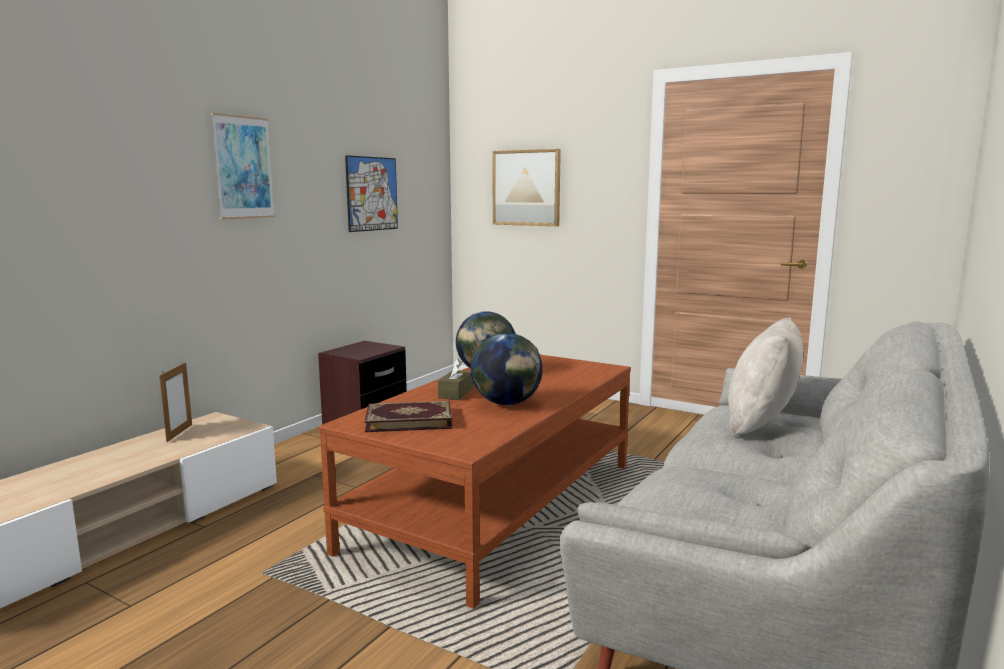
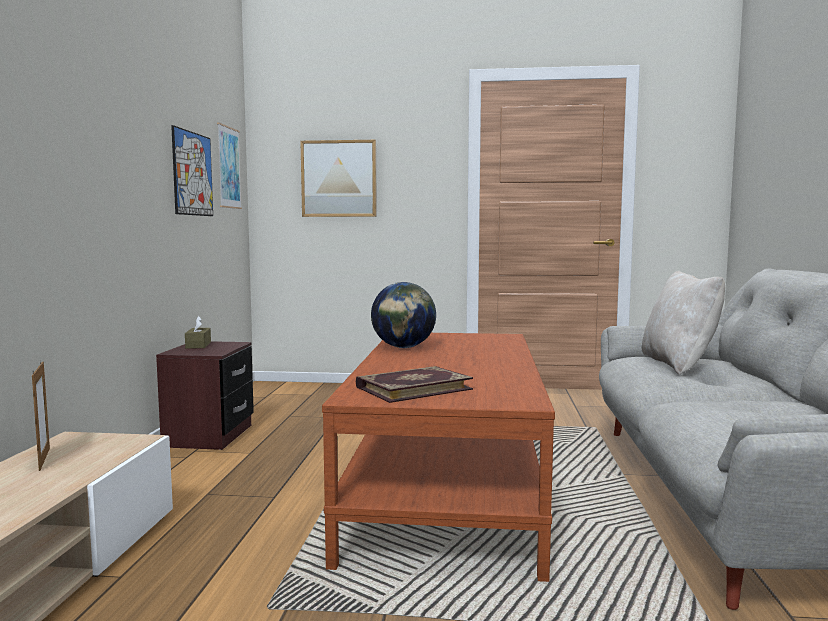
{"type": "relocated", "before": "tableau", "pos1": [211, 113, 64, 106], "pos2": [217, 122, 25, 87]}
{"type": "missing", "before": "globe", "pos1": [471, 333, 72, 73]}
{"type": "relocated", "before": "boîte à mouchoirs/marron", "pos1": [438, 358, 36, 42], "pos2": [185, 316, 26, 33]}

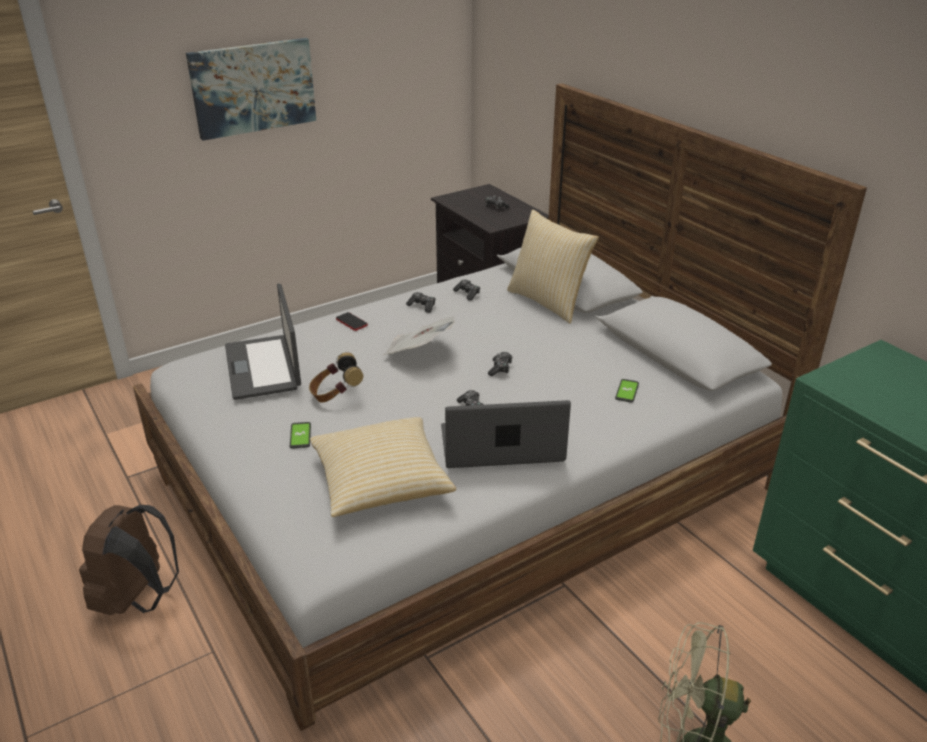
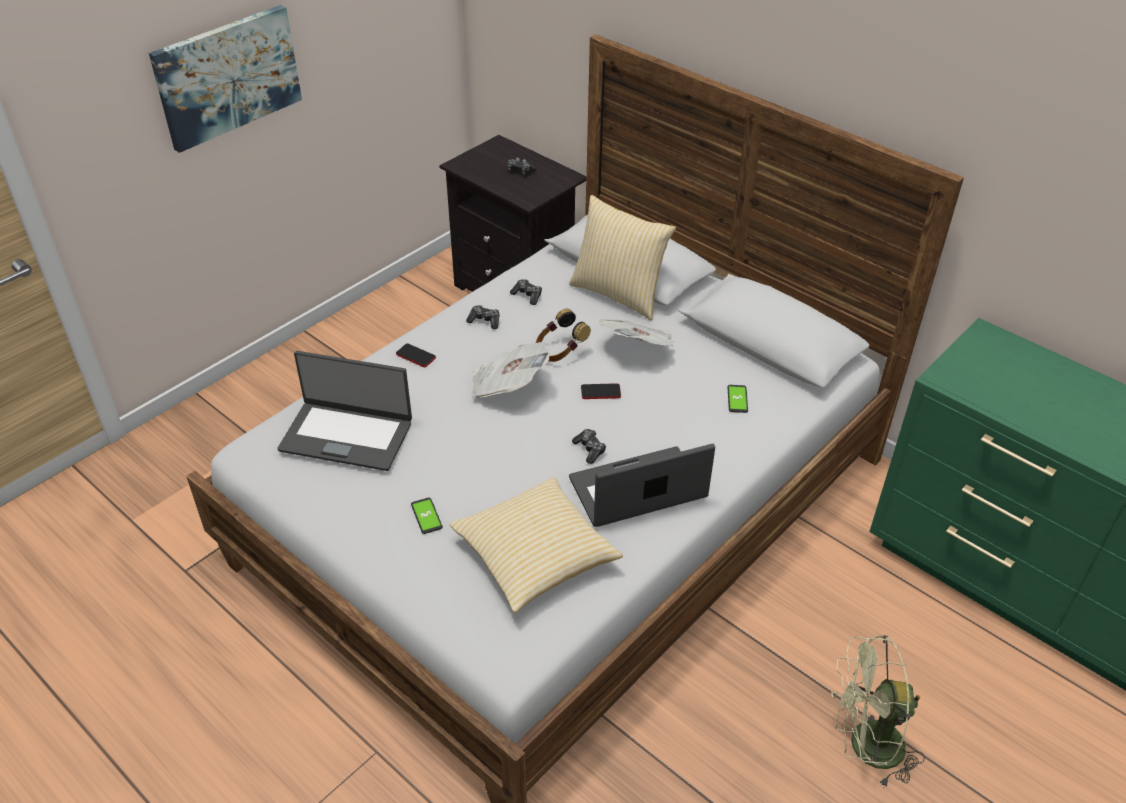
{"type": "spun", "before": "ordinateur portable", "pos1": [225, 284, 76, 116], "pos2": [277, 351, 135, 120], "turn": -45}
{"type": "relocated", "before": "casque audio", "pos1": [309, 352, 54, 51], "pos2": [536, 308, 55, 54]}
{"type": "exchanged", "before": "manette", "after": "téléphone", "pos1": [488, 352, 25, 24], "pos2": [581, 383, 40, 16]}
{"type": "missing", "before": "sac à dos/marron", "pos1": [79, 505, 100, 110]}
{"type": "appeared", "after": "journal", "pos2": [599, 319, 76, 28]}

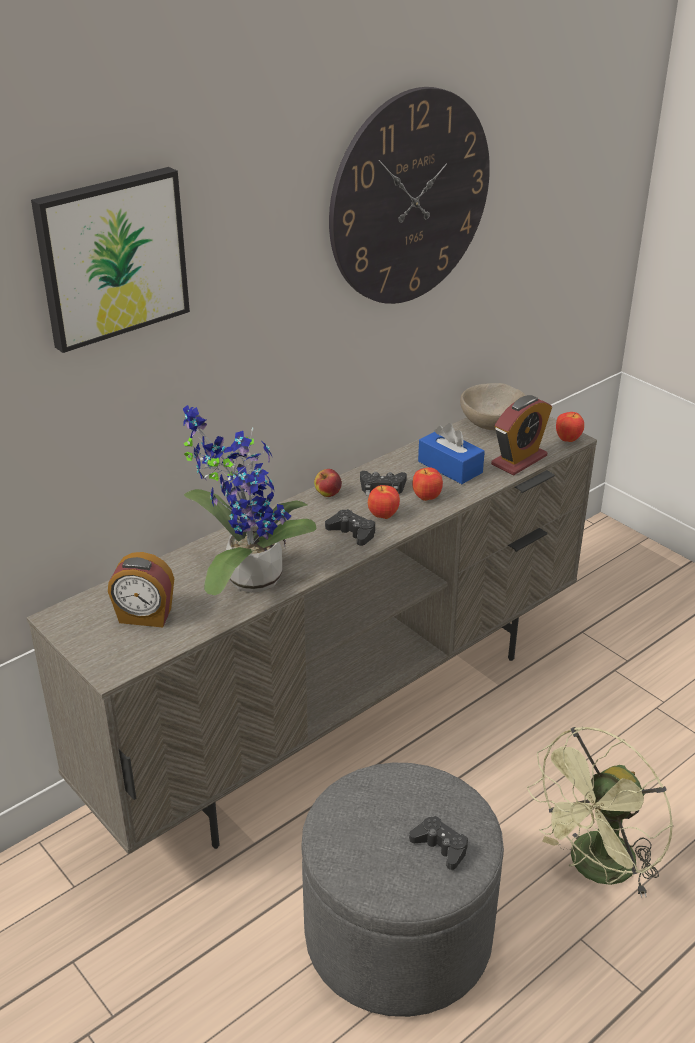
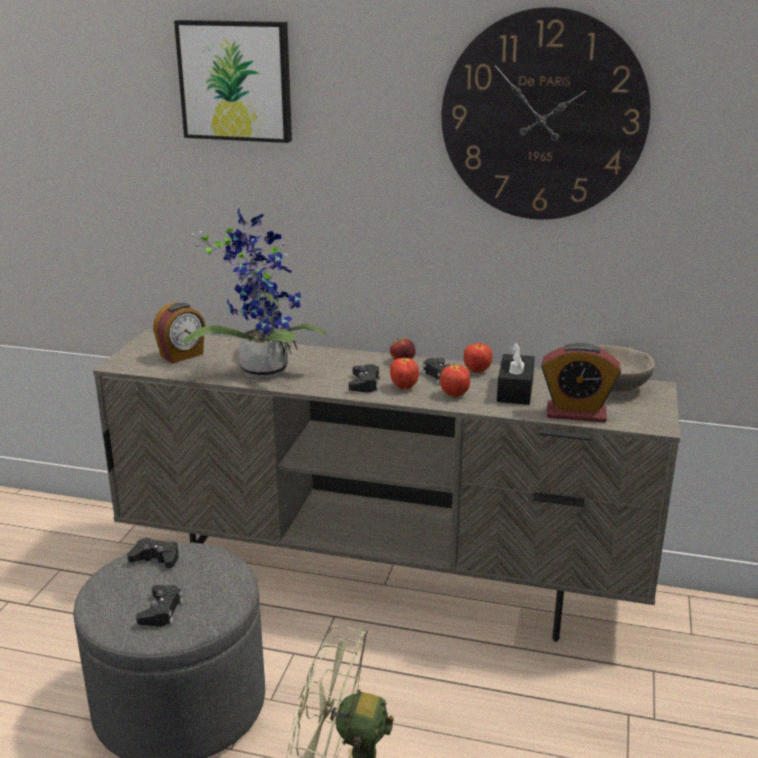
{"type": "relocated", "before": "pomme", "pos1": [556, 412, 28, 30], "pos2": [464, 343, 29, 30]}
{"type": "colour", "before": "boîte à mouchoirs/bleu", "after": "boîte à mouchoirs/noir", "pos1": [418, 423, 67, 61], "pos2": [497, 342, 38, 63]}
{"type": "spun", "before": "réveil", "pos1": [108, 552, 66, 75], "pos2": [153, 302, 52, 62], "turn": -105}
{"type": "appeared", "after": "manette/noir", "pos2": [127, 538, 51, 30]}

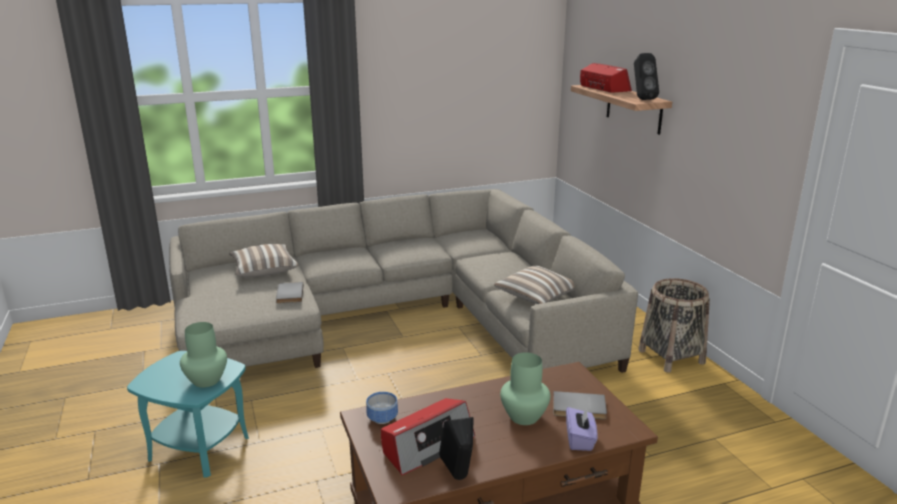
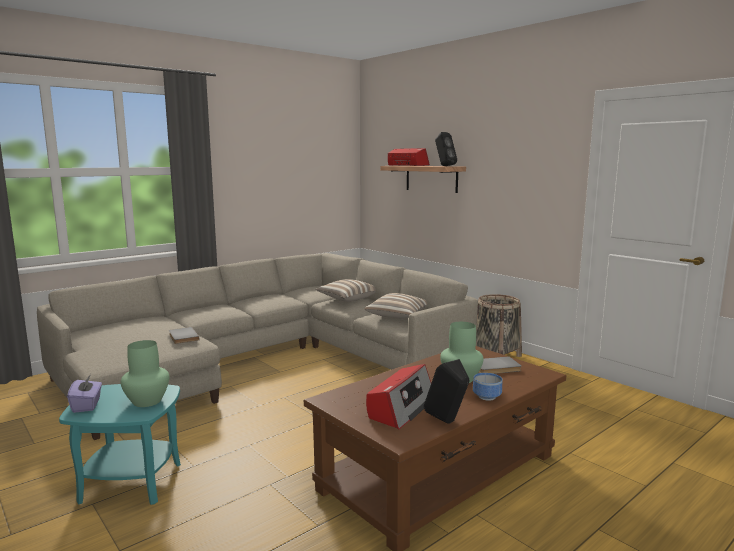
{"type": "relocated", "before": "coussin", "pos1": [229, 244, 69, 33], "pos2": [315, 279, 61, 23]}
{"type": "relocated", "before": "bol", "pos1": [366, 392, 32, 32], "pos2": [473, 373, 29, 28]}
{"type": "relocated", "before": "boîte à mouchoirs/violet", "pos1": [566, 407, 32, 44], "pos2": [67, 374, 35, 39]}

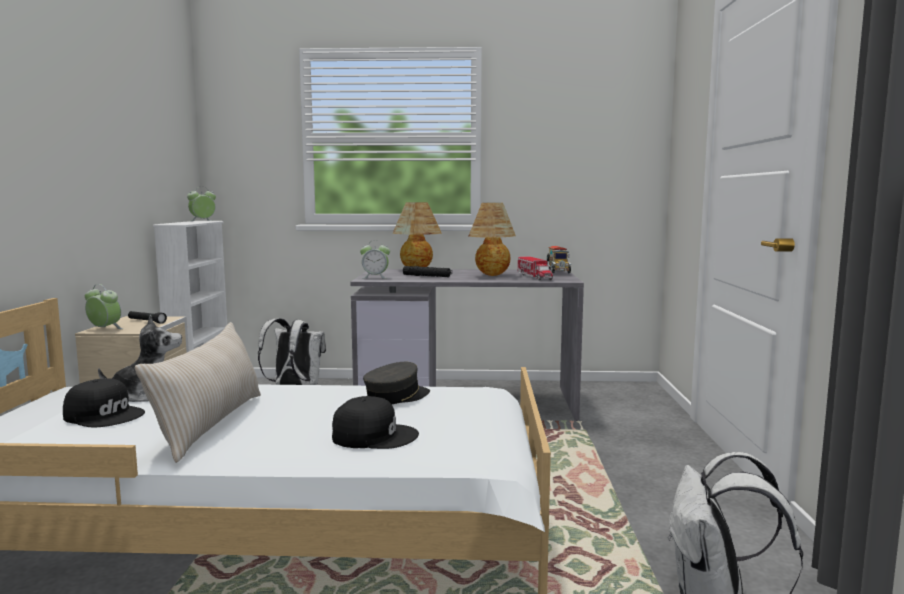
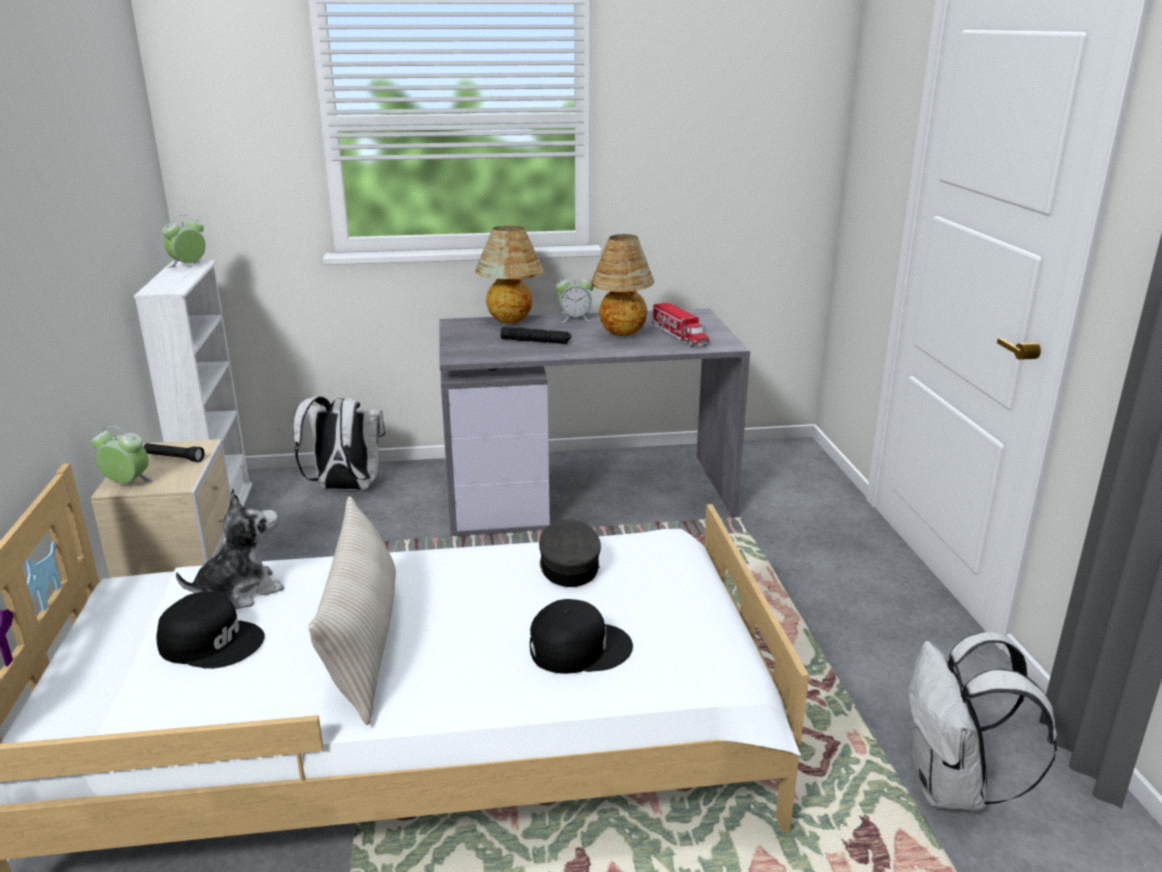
{"type": "relocated", "before": "réveil", "pos1": [360, 240, 30, 38], "pos2": [556, 273, 38, 50]}
{"type": "missing", "before": "camion jouet", "pos1": [547, 246, 25, 27]}
{"type": "spun", "before": "casquette/gris", "pos1": [363, 362, 67, 42], "pos2": [539, 519, 62, 68], "turn": -45}

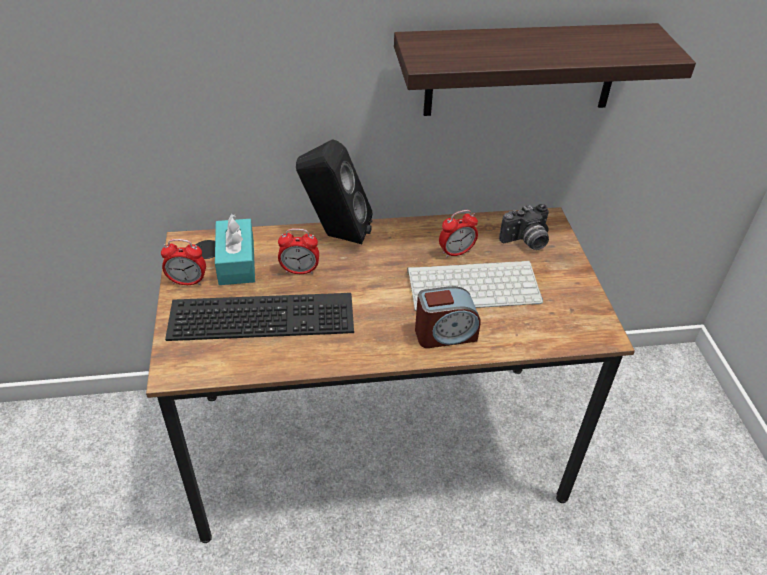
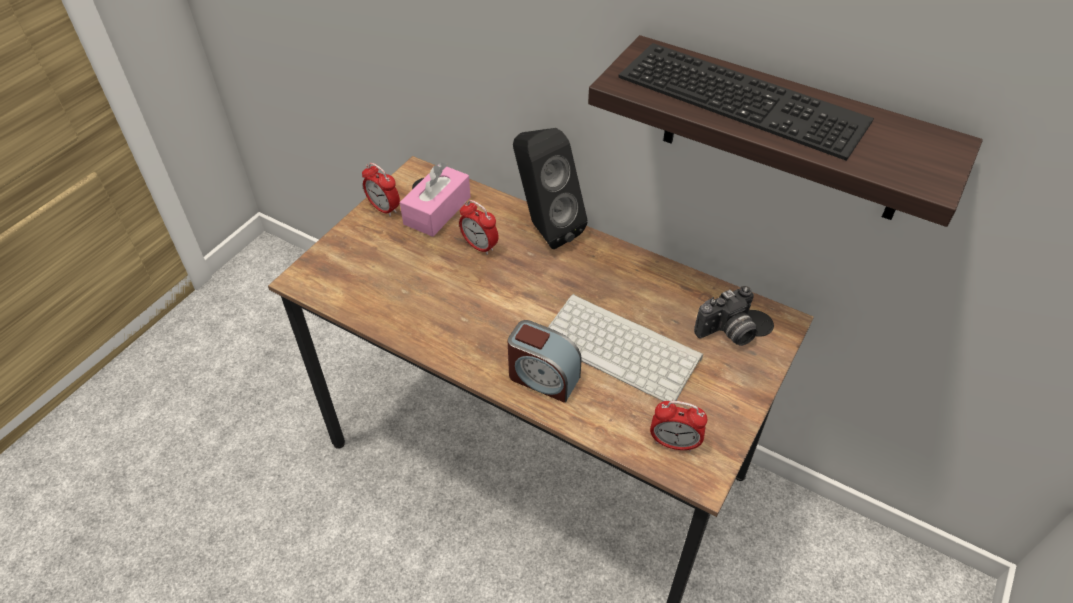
{"type": "spun", "before": "appareil photo", "pos1": [499, 204, 50, 46], "pos2": [694, 286, 64, 60], "turn": -45}
{"type": "relocated", "before": "réveil", "pos1": [439, 210, 39, 48], "pos2": [650, 401, 57, 51]}
{"type": "colour", "before": "boîte à mouchoirs/turquoise", "after": "boîte à mouchoirs/rose", "pos1": [215, 214, 40, 71], "pos2": [400, 162, 71, 75]}
{"type": "relocated", "before": "clavier", "pos1": [165, 293, 189, 48], "pos2": [618, 43, 256, 118]}

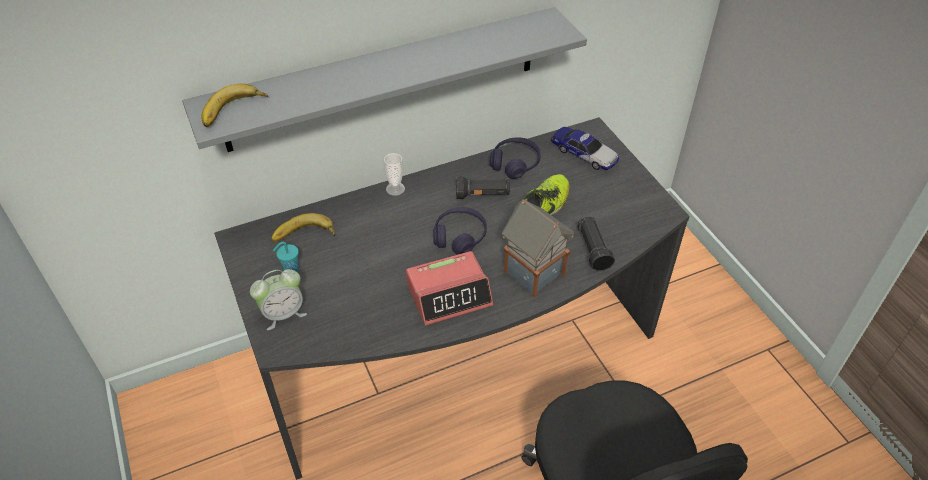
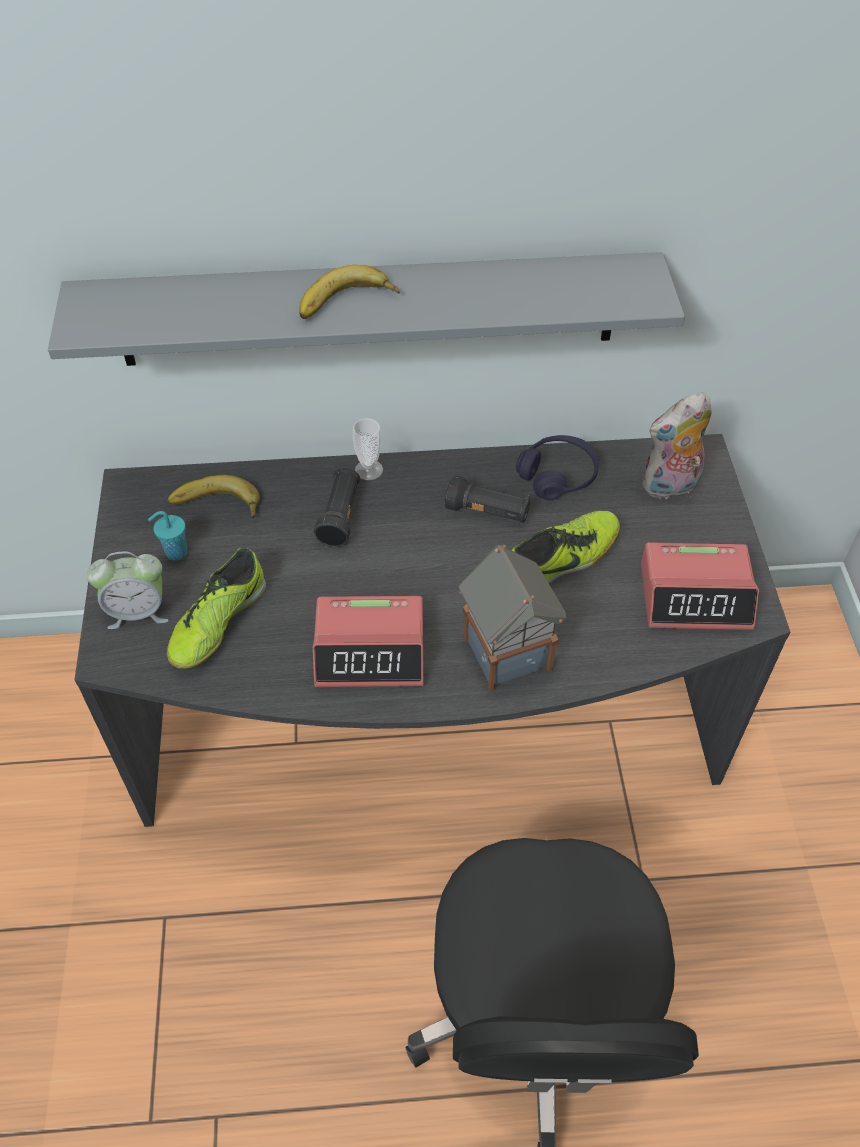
{"type": "relocated", "before": "banane", "pos1": [201, 83, 67, 44], "pos2": [299, 265, 101, 54]}
{"type": "exchanged", "before": "petite voiture", "after": "peluche", "pos1": [551, 127, 68, 43], "pos2": [643, 392, 69, 107]}
{"type": "missing", "before": "casque audio/violet", "pos1": [433, 207, 54, 48]}
{"type": "relocated", "before": "lampe de poche/noir", "pos1": [577, 217, 38, 54], "pos2": [314, 468, 46, 79]}
{"type": "appeared", "after": "réveil", "pos2": [641, 542, 118, 88]}
{"type": "appeared", "after": "chaussure", "pos2": [167, 548, 99, 122]}

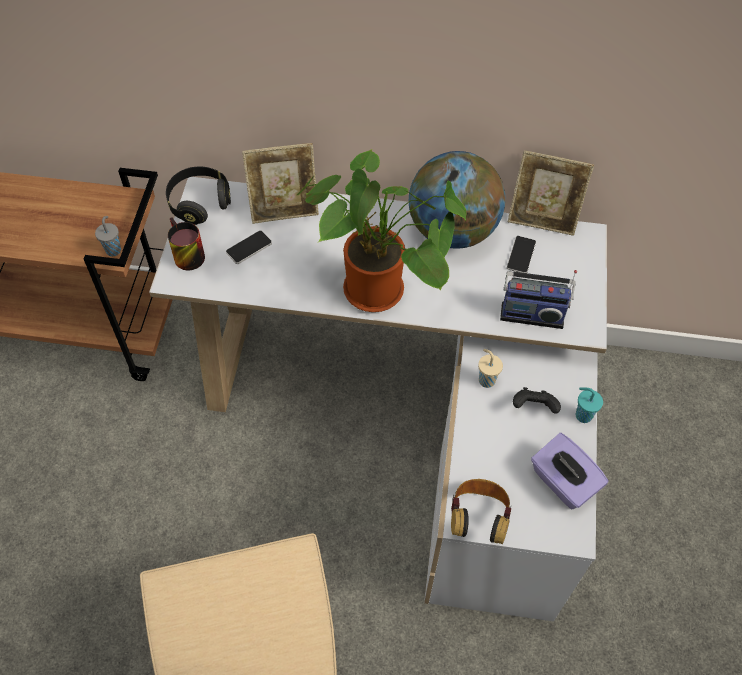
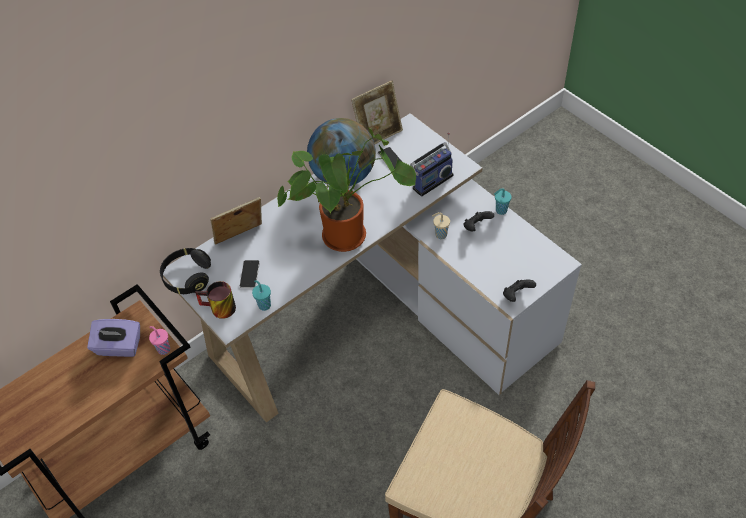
{"type": "spun", "before": "cadre photo", "pos1": [242, 143, 77, 81], "pos2": [210, 197, 52, 48], "turn": -150}
{"type": "colour", "before": "tasse/gris", "after": "tasse/rose", "pos1": [95, 216, 26, 40], "pos2": [149, 326, 21, 29]}
{"type": "relocated", "before": "boîte à mouchoirs/violet", "pos1": [531, 433, 77, 77], "pos2": [87, 319, 53, 38]}
{"type": "exchanged", "before": "casque audio", "after": "manette/noir", "pos1": [451, 479, 60, 65], "pos2": [503, 279, 33, 23]}
{"type": "appeared", "after": "tasse/turquoise", "pos2": [252, 280, 19, 31]}

